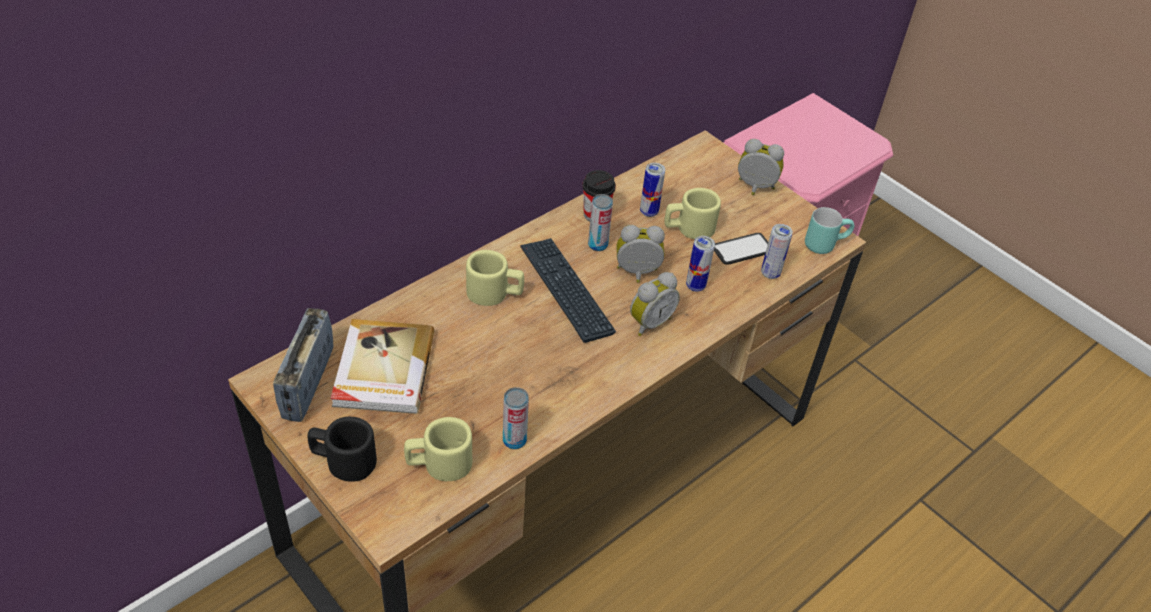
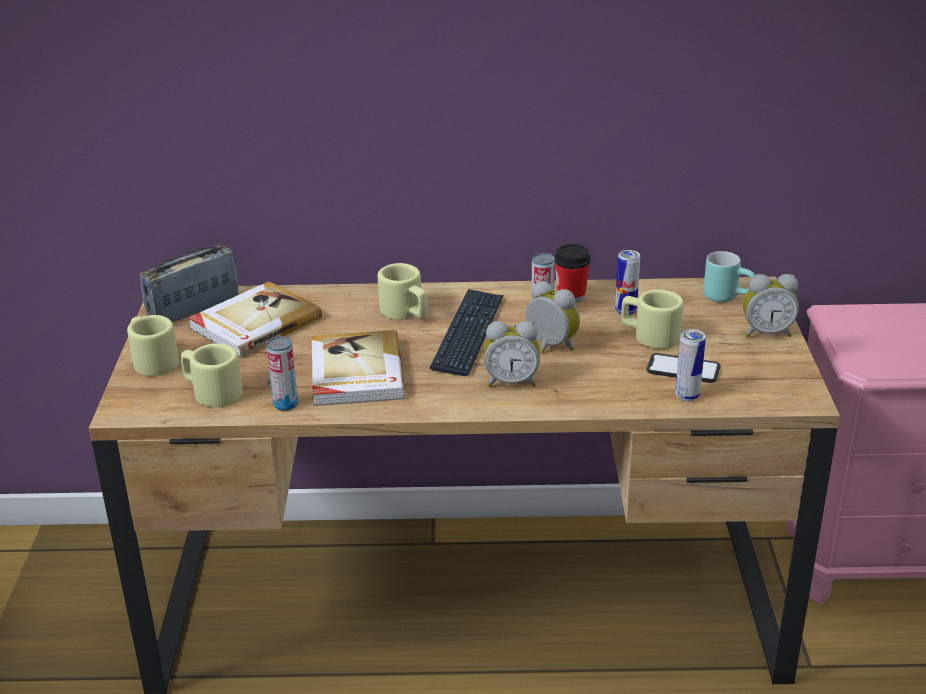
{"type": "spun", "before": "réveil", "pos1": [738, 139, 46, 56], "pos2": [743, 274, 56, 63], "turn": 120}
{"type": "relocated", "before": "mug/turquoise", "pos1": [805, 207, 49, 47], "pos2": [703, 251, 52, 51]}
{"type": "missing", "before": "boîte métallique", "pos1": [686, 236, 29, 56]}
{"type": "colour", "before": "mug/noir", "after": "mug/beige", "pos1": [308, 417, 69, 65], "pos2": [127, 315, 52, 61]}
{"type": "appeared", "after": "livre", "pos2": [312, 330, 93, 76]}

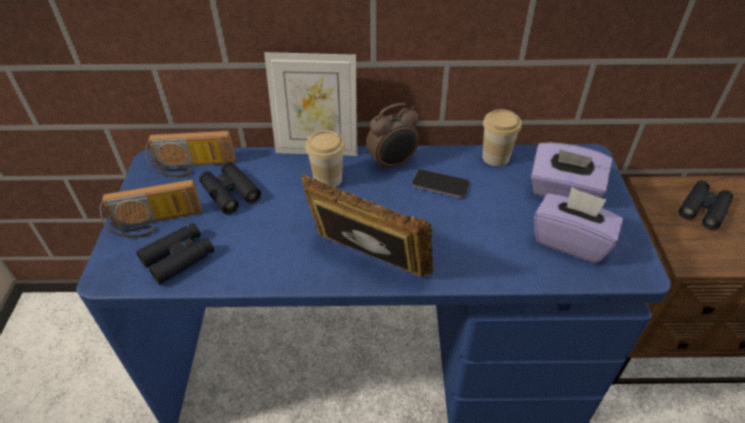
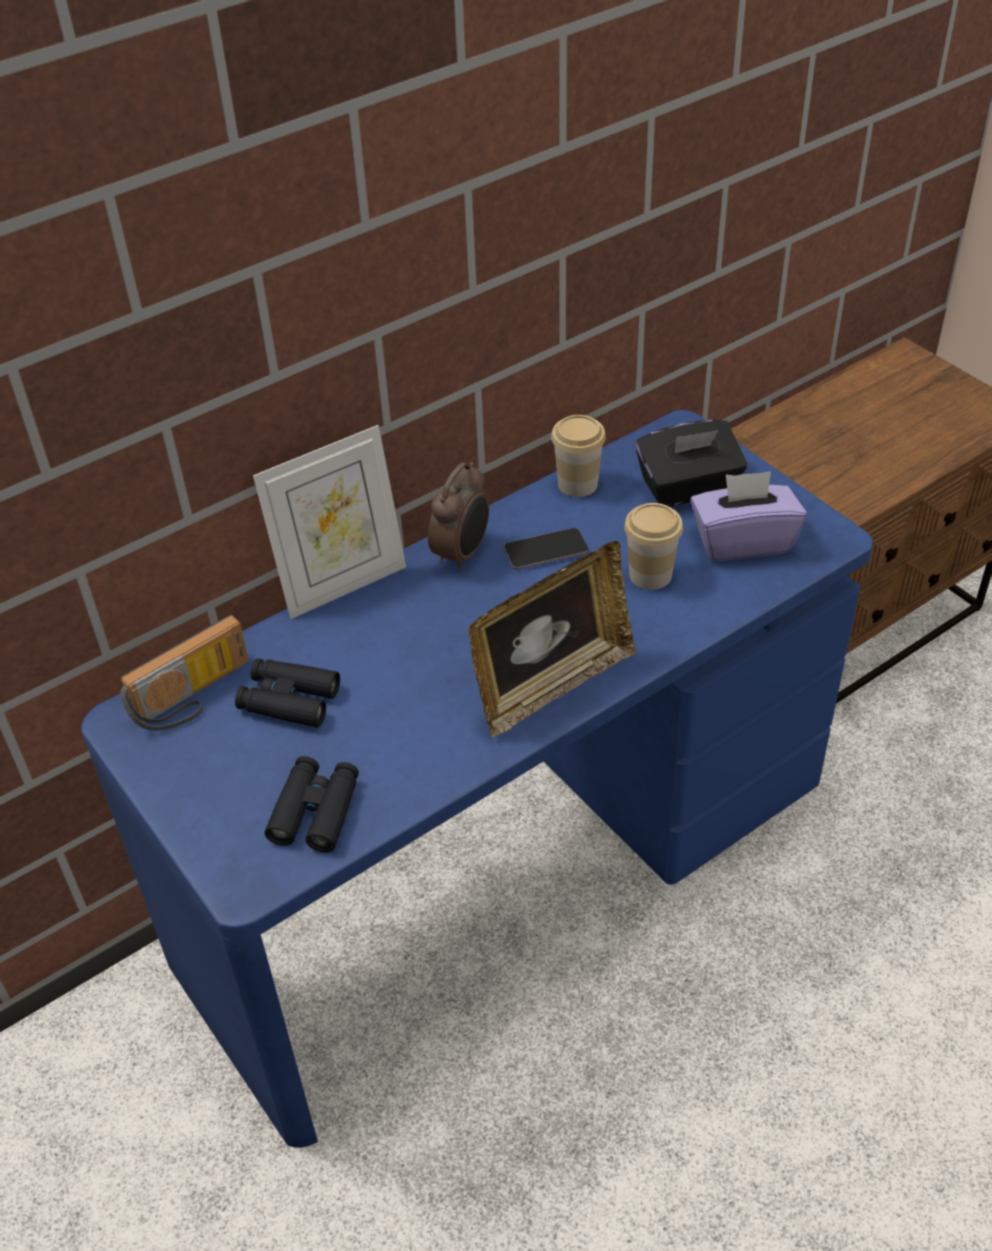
{"type": "relocated", "before": "tasse", "pos1": [305, 131, 40, 56], "pos2": [624, 503, 59, 87]}
{"type": "colour", "before": "boîte à mouchoirs/violet", "after": "boîte à mouchoirs/noir", "pos1": [531, 142, 81, 56], "pos2": [635, 420, 112, 87]}
{"type": "spun", "before": "cadre photo", "pos1": [302, 174, 132, 103], "pos2": [468, 541, 168, 196], "turn": 150}
{"type": "missing", "before": "radio", "pos1": [100, 179, 102, 59]}
{"type": "missing", "before": "jumelles/noir", "pos1": [679, 181, 54, 49]}

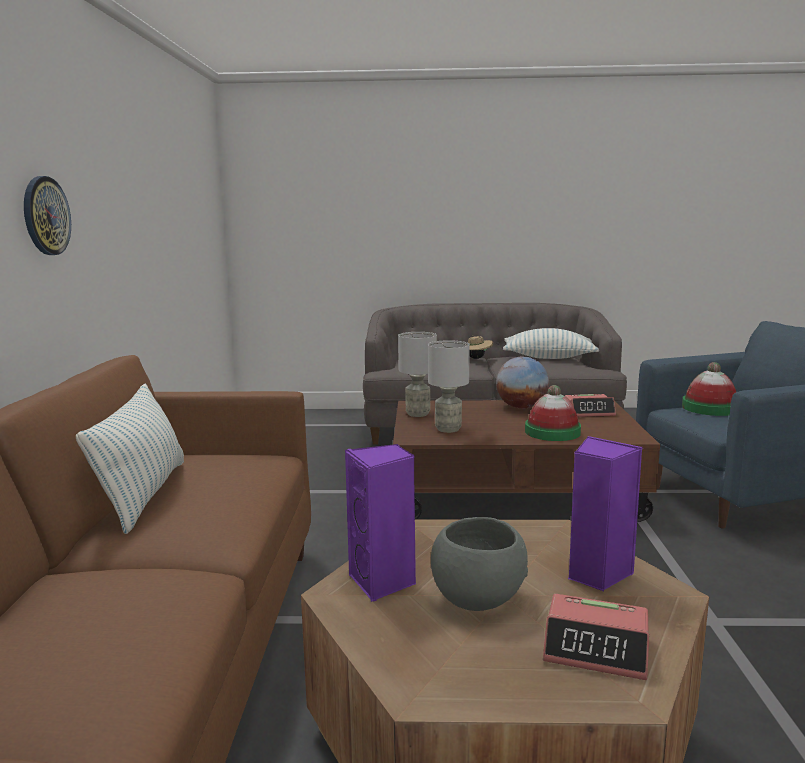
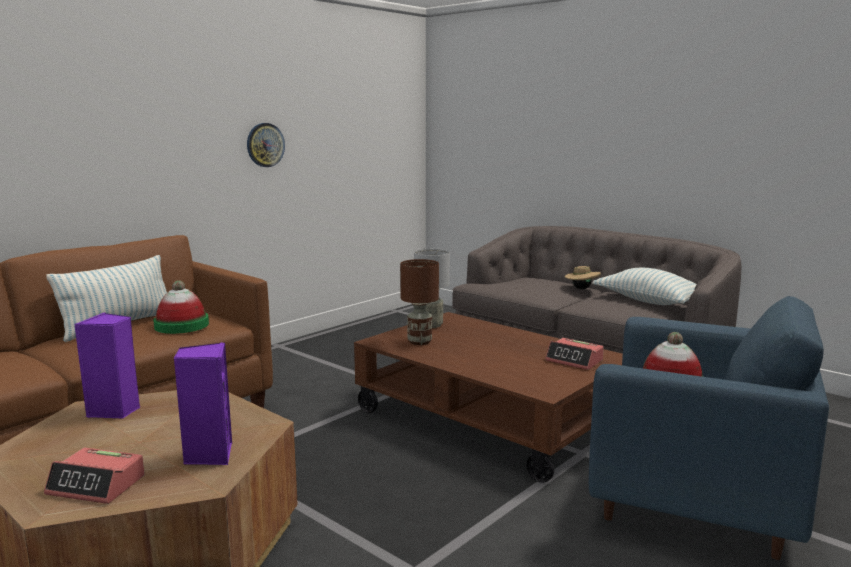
{"type": "relocated", "before": "horloge murale", "pos1": [24, 176, 47, 79], "pos2": [247, 123, 38, 44]}
{"type": "colour", "before": "lampe de table/gris", "after": "lampe de table/marron", "pos1": [428, 340, 42, 93], "pos2": [400, 259, 39, 86]}
{"type": "missing", "before": "globe", "pos1": [496, 356, 53, 53]}
{"type": "relocated", "before": "chapeau", "pos1": [525, 385, 56, 56], "pos2": [153, 280, 56, 54]}
{"type": "missing", "before": "bol/gris", "pos1": [431, 517, 97, 94]}
{"type": "spun", "before": "réveil", "pos1": [543, 594, 106, 86], "pos2": [44, 448, 101, 56], "turn": -45}

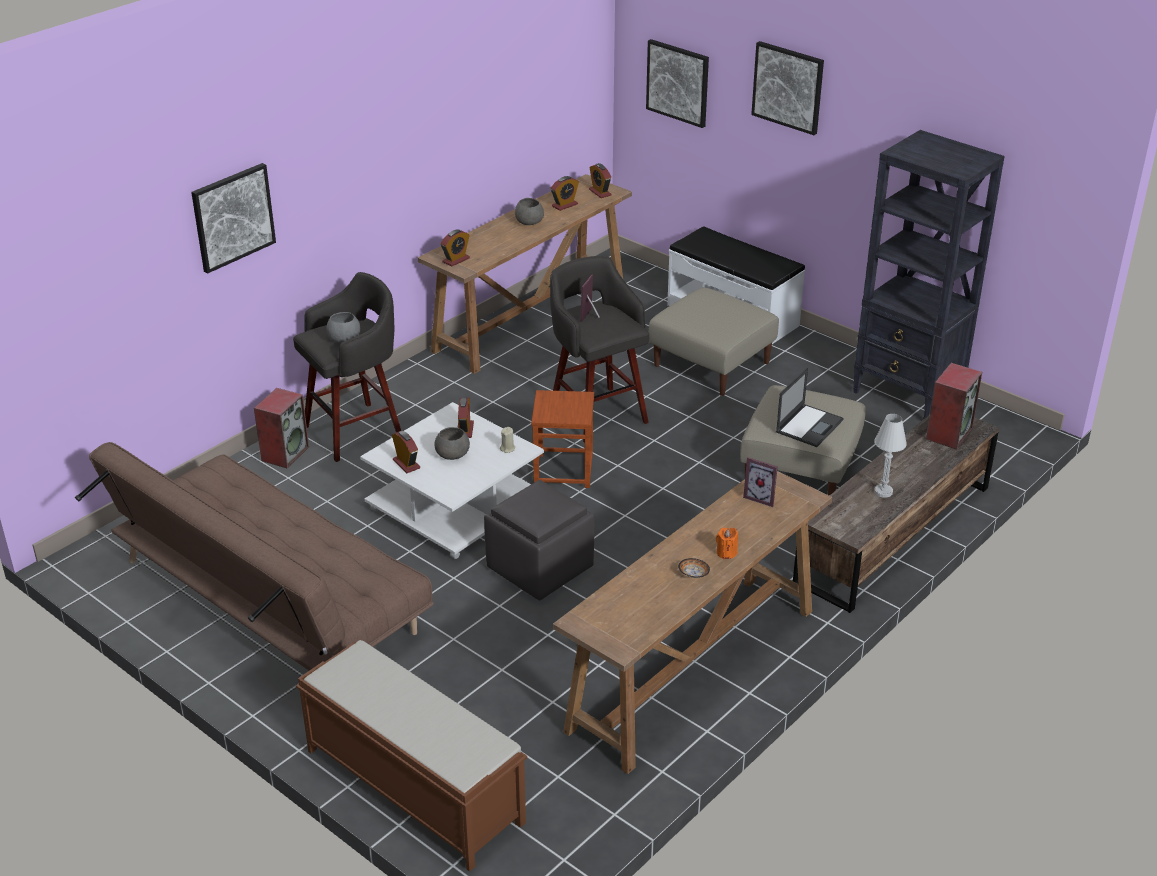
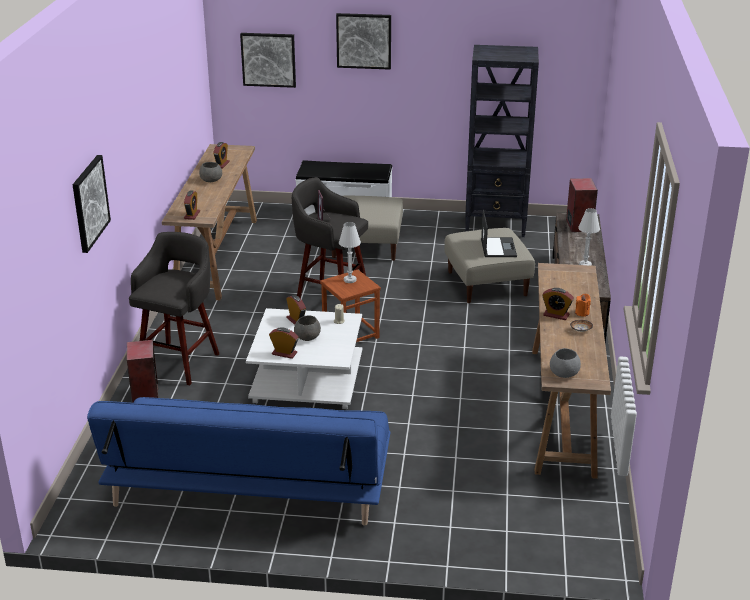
{"type": "relocated", "before": "réveil", "pos1": [589, 163, 23, 35], "pos2": [542, 288, 32, 32]}
{"type": "relocated", "before": "bol/gris", "pos1": [326, 312, 34, 31], "pos2": [550, 348, 31, 30]}
{"type": "colour", "before": "canapé/marron", "after": "canapé/bleu", "pos1": [75, 442, 359, 228], "pos2": [87, 397, 303, 129]}
{"type": "missing", "before": "cadre photo", "pos1": [743, 457, 35, 50]}
{"type": "missing", "before": "pouf/gris", "pos1": [484, 480, 110, 120]}
{"type": "missing", "before": "banc/marron", "pos1": [296, 640, 231, 232]}
{"type": "appeared", "after": "lampe de table/blanc", "pos2": [339, 222, 22, 61]}

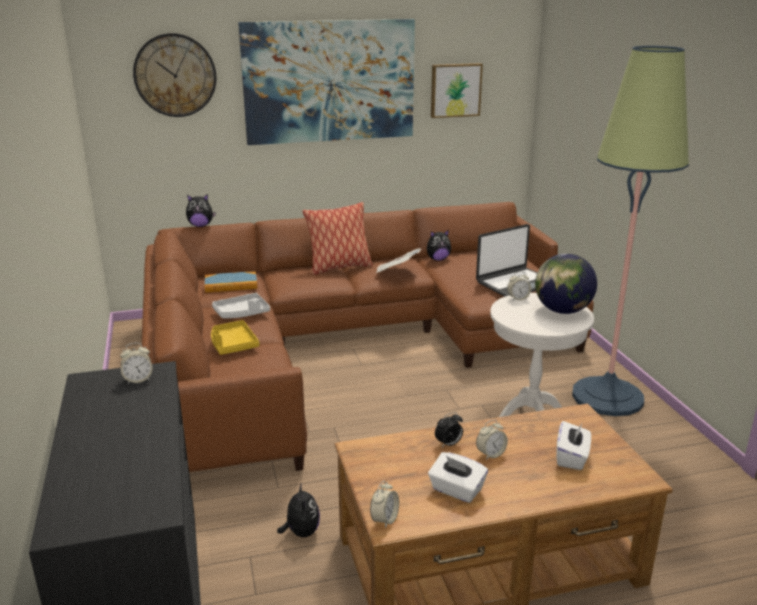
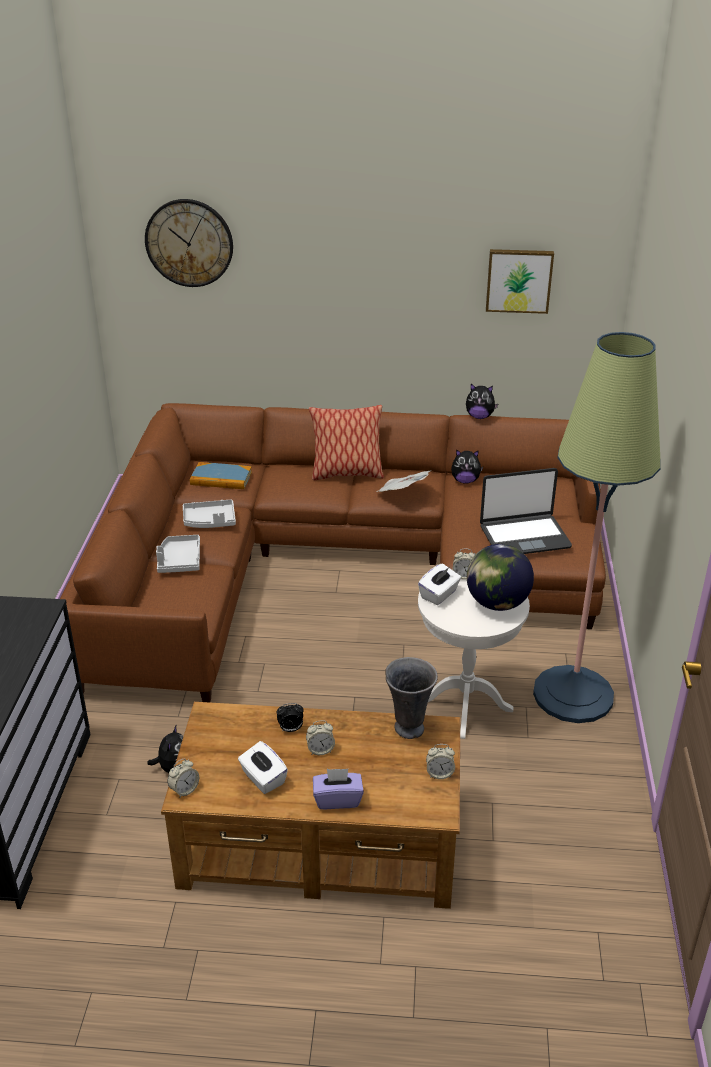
{"type": "missing", "before": "tableau", "pos1": [238, 19, 177, 126]}
{"type": "relocated", "before": "peluche", "pos1": [186, 195, 30, 32], "pos2": [466, 384, 32, 35]}
{"type": "colour", "before": "plateau/jaune", "after": "plateau/gris", "pos1": [211, 320, 49, 35], "pos2": [156, 535, 44, 38]}
{"type": "relocated", "before": "réveil", "pos1": [120, 343, 32, 41], "pos2": [426, 744, 29, 35]}
{"type": "relocated", "before": "boîte à mouchoirs/blanc", "pos1": [557, 421, 34, 49], "pos2": [418, 563, 43, 42]}
{"type": "appeared", "after": "vase/gris", "pos2": [385, 657, 53, 82]}
{"type": "appeared", "after": "boîte à mouchoirs/violet", "pos2": [313, 769, 51, 40]}

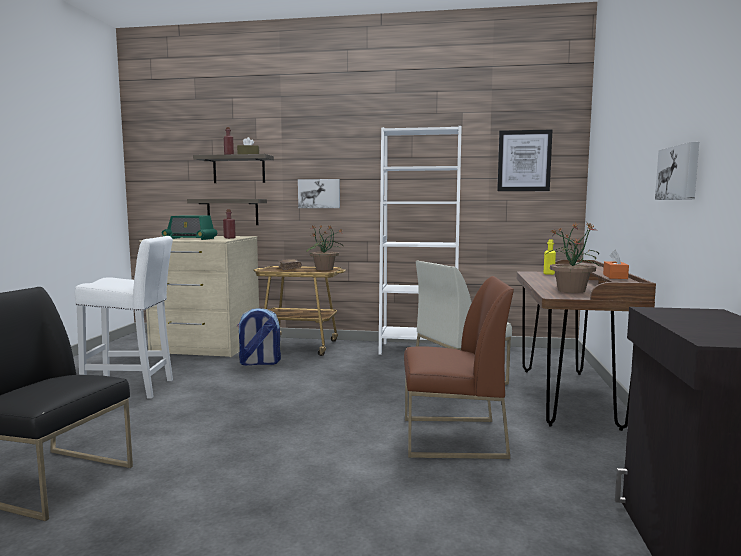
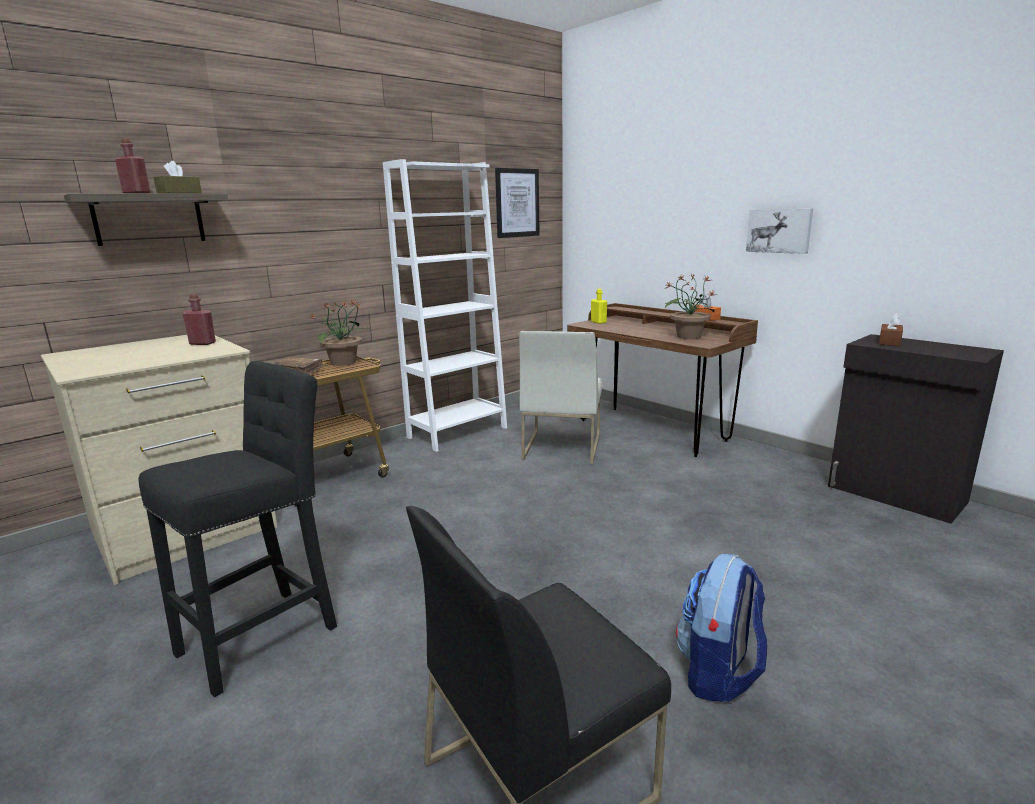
{"type": "missing", "before": "tableau", "pos1": [298, 179, 42, 29]}
{"type": "missing", "before": "étagère", "pos1": [187, 199, 80, 26]}
{"type": "missing", "before": "radio", "pos1": [162, 215, 55, 25]}
{"type": "colour", "before": "tabouret/blanc", "after": "tabouret/noir", "pos1": [75, 236, 98, 163], "pos2": [139, 361, 198, 336]}
{"type": "missing", "before": "chaise/marron", "pos1": [404, 276, 110, 183]}
{"type": "relocated", "before": "sac à dos", "pos1": [237, 308, 44, 58], "pos2": [676, 554, 91, 148]}
{"type": "appeared", "after": "boîte à mouchoirs/marron", "pos2": [879, 313, 24, 33]}

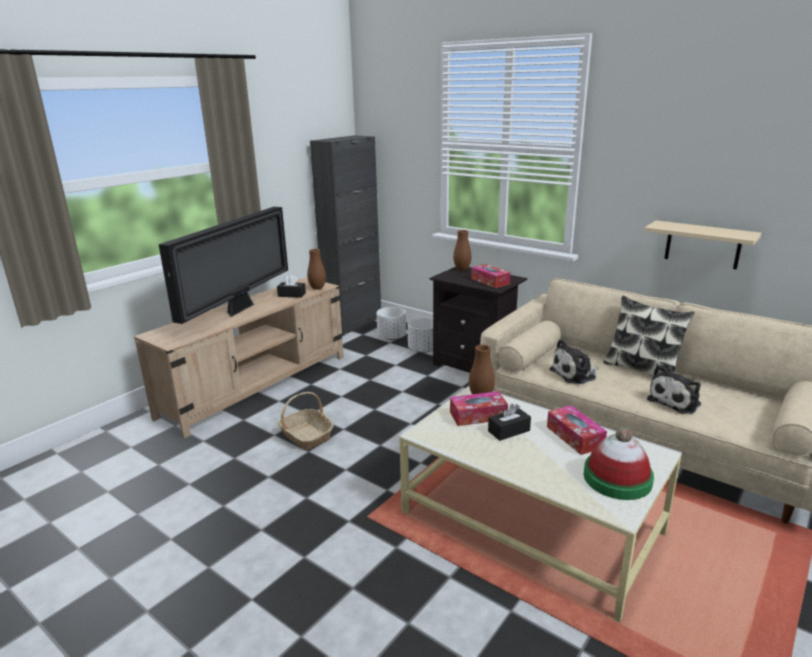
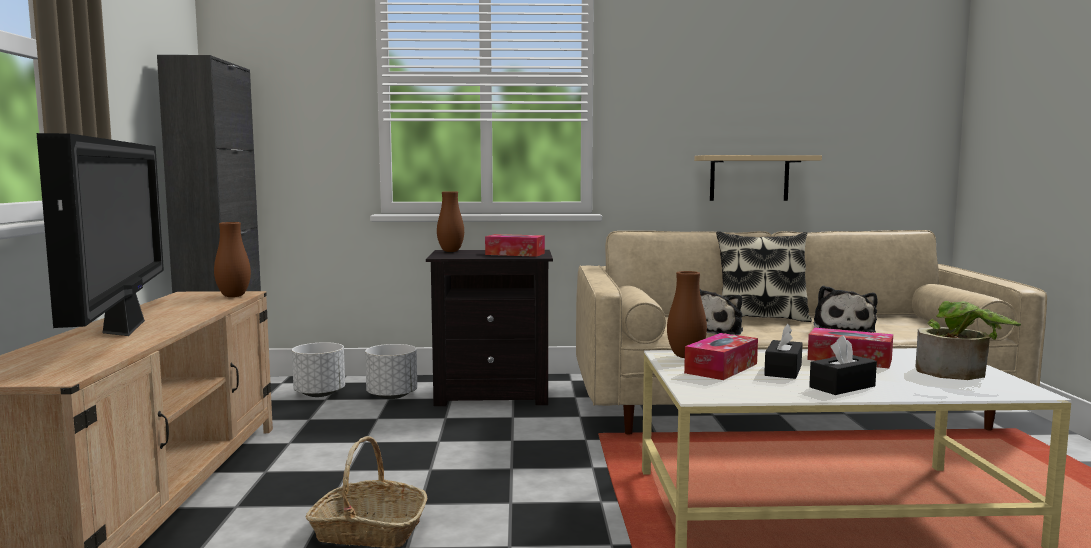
{"type": "relocated", "before": "boîte à mouchoirs/noir", "pos1": [277, 274, 29, 24], "pos2": [809, 335, 68, 60]}
{"type": "exchanged", "before": "chapeau", "after": "plante en pot", "pos1": [583, 427, 71, 73], "pos2": [916, 301, 105, 79]}

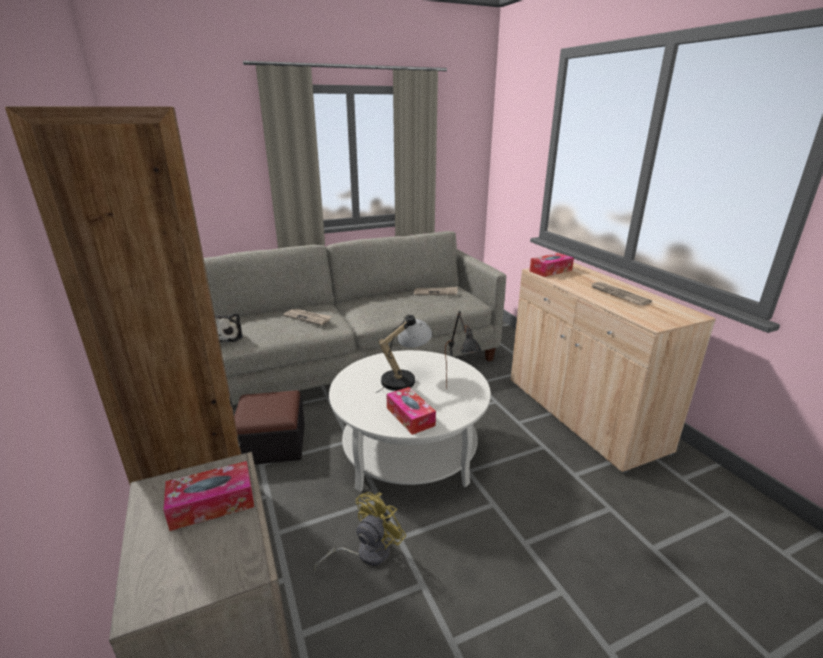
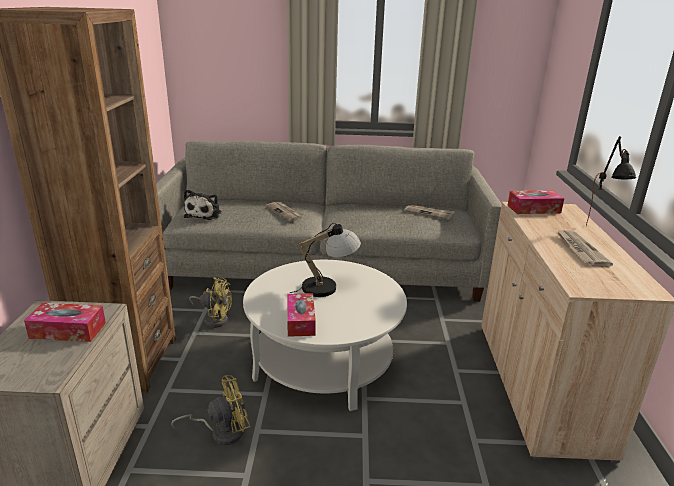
{"type": "relocated", "before": "lampe de table/noir", "pos1": [445, 311, 37, 78], "pos2": [586, 136, 51, 90]}
{"type": "exchanged", "before": "pouf", "after": "ventilateur/jaune", "pos1": [234, 391, 71, 74], "pos2": [189, 277, 43, 51]}

